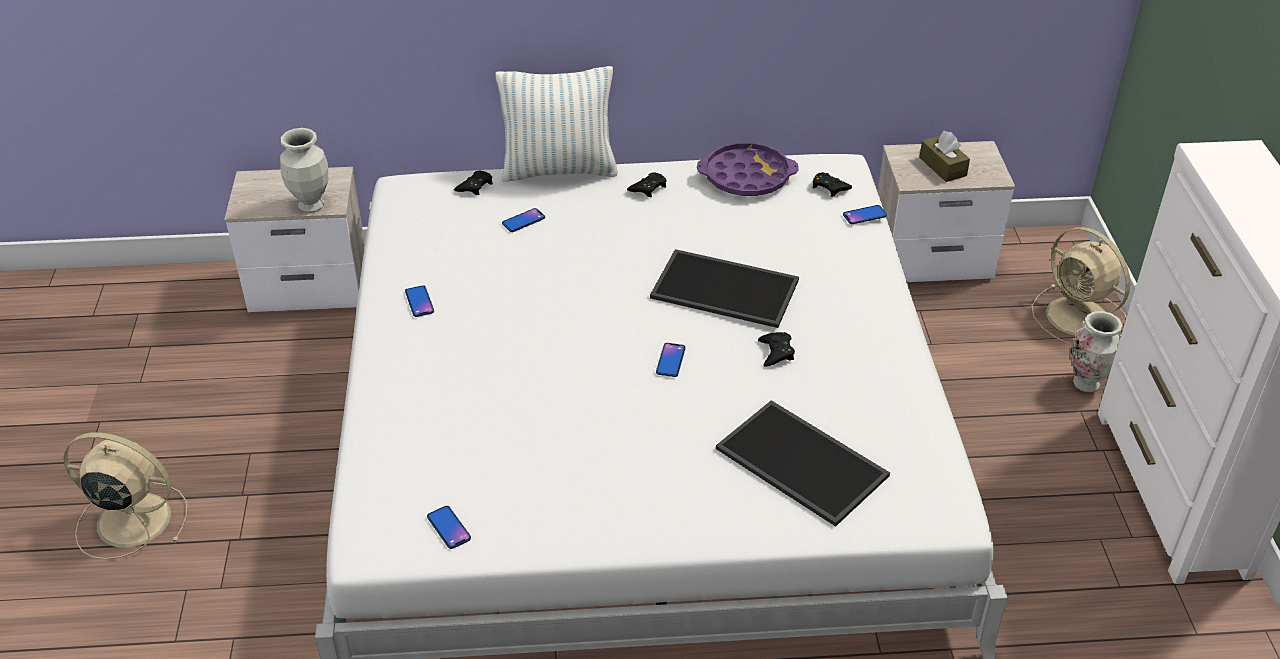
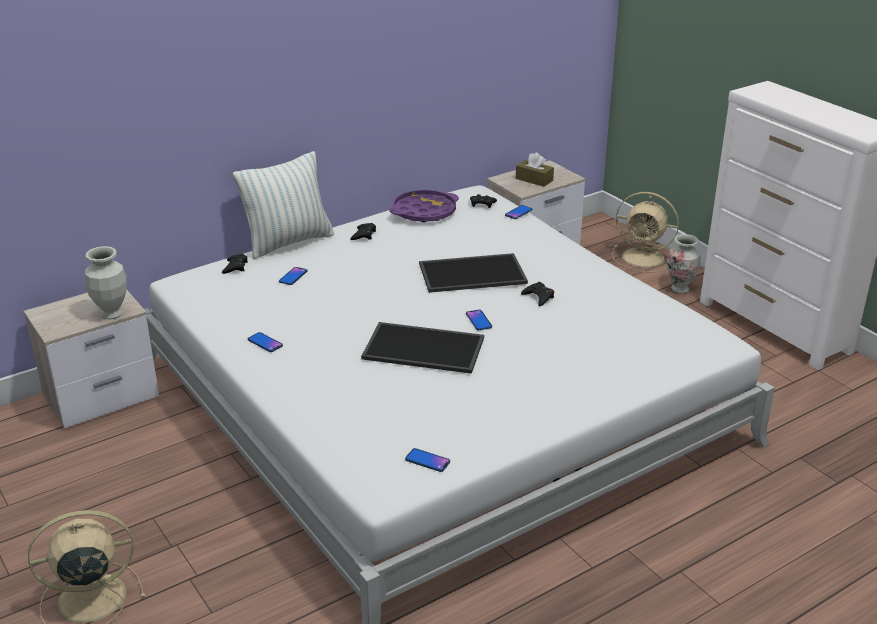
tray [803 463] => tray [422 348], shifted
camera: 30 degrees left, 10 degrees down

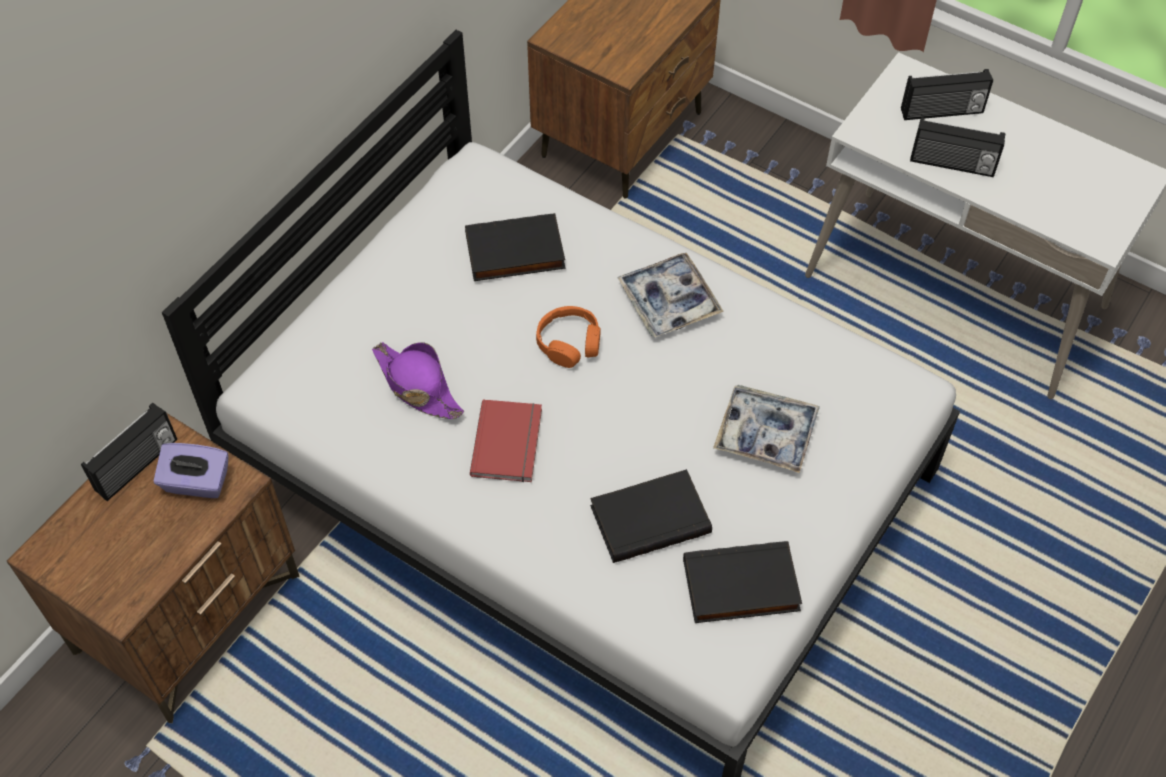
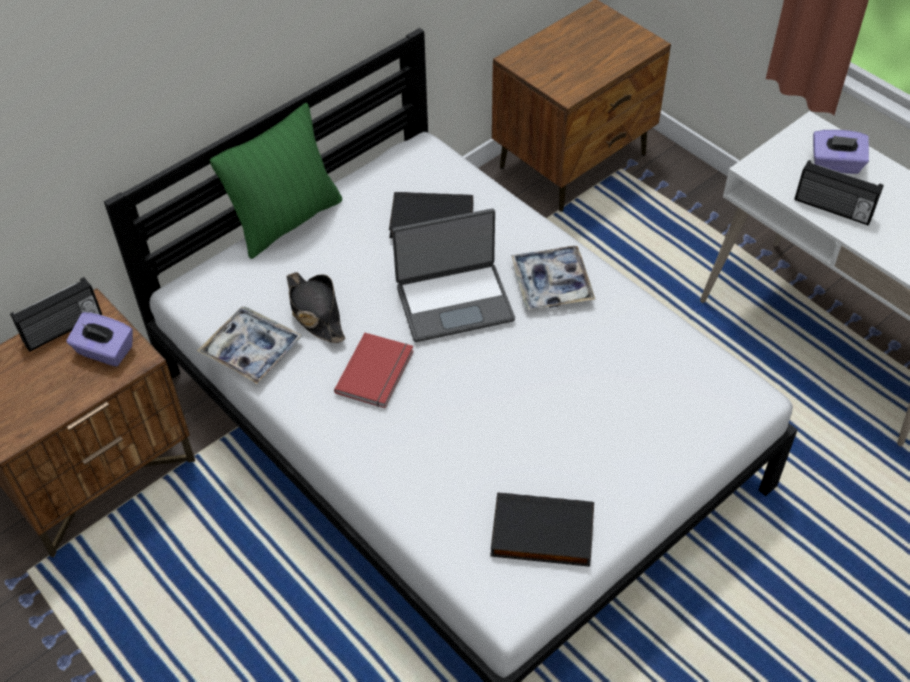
radio [947 94] => tissue box/purple [841 152]
headphones/orange [568 337] => laptop [453 275]
hat/purple [418 380] => hat/black [315 307]
tray [766 429] => tray [249 345], shifted
book/black [651 516] => nothing
nothing => pillow/green [276 181]
camera: 15 degrees right, 5 degrees down

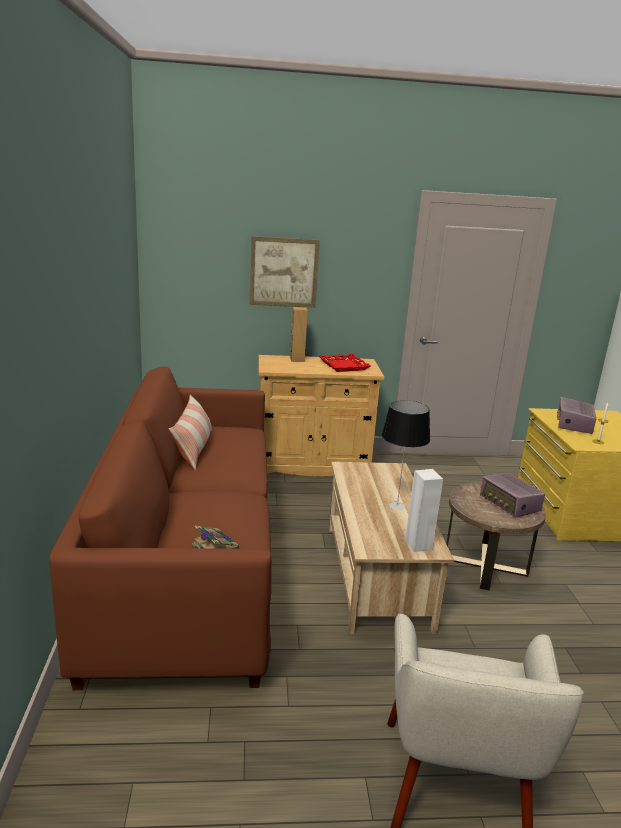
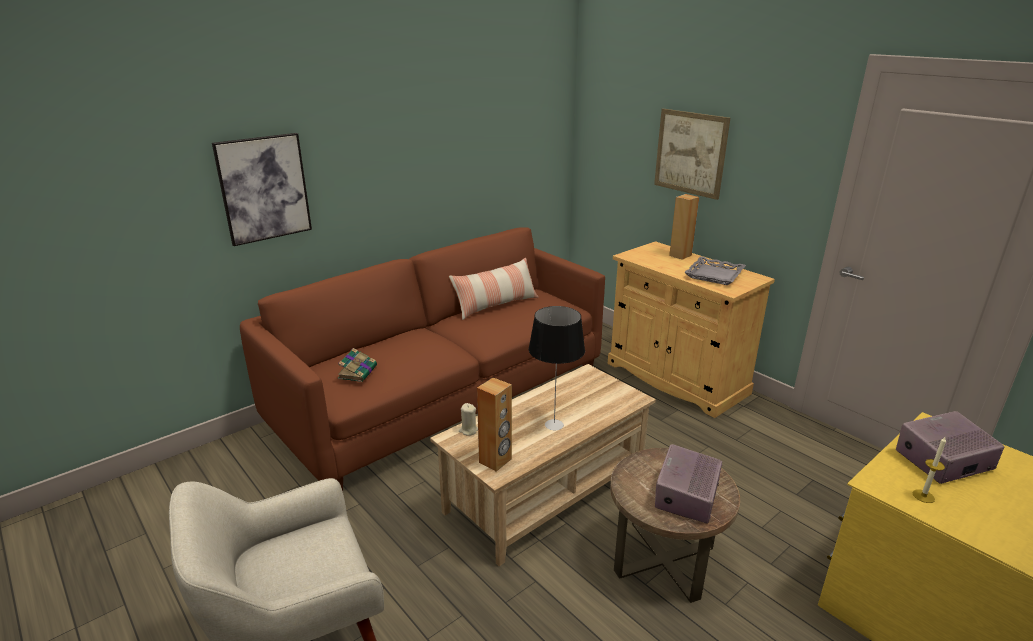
tray/red [345 363] => tray/grey [715 271]
speaker/white [424 510] => speaker/brown [494 425]
nothing => picture [262 189]
nothing => candle/beige [468 419]
camera: 55 degrees right, 5 degrees up

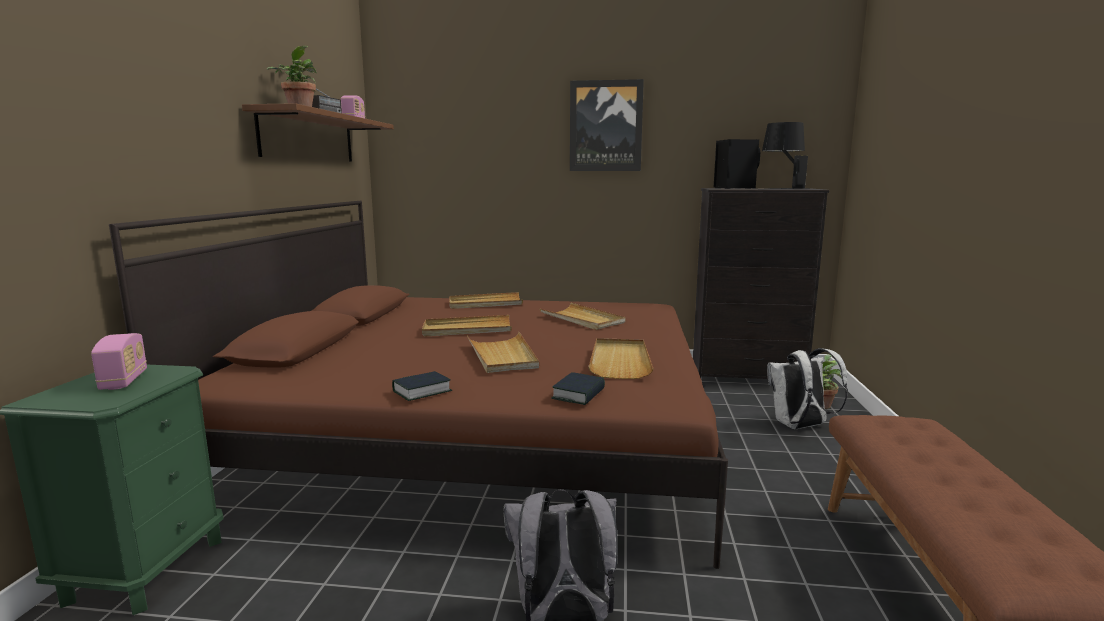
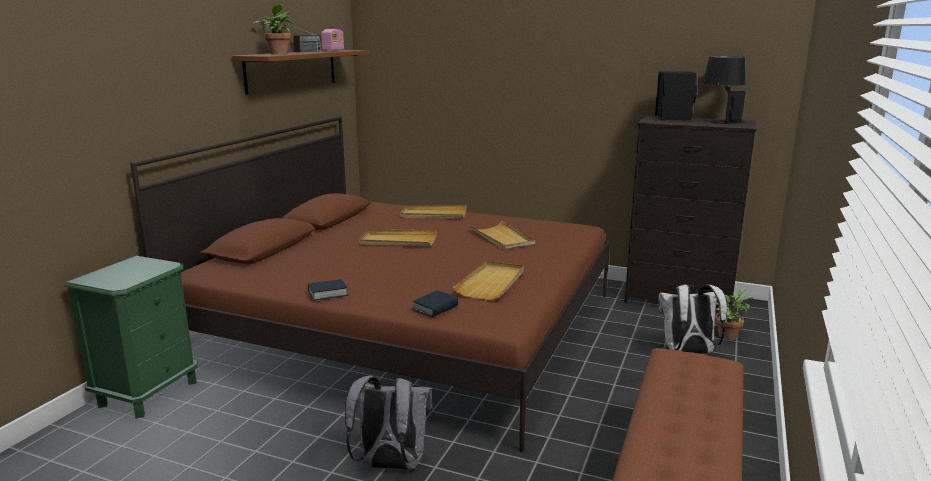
picture [607 125] => nothing
tray/beige [503 352] => nothing
radio [119 361] => nothing
camera: 15 degrees right, 5 degrees up

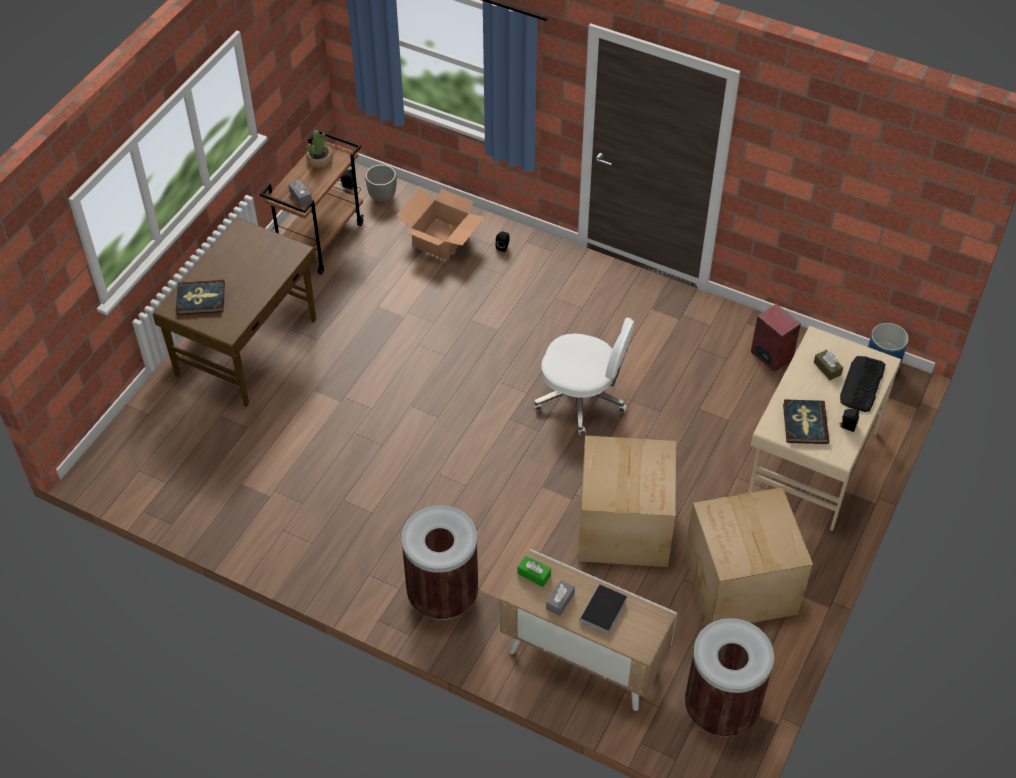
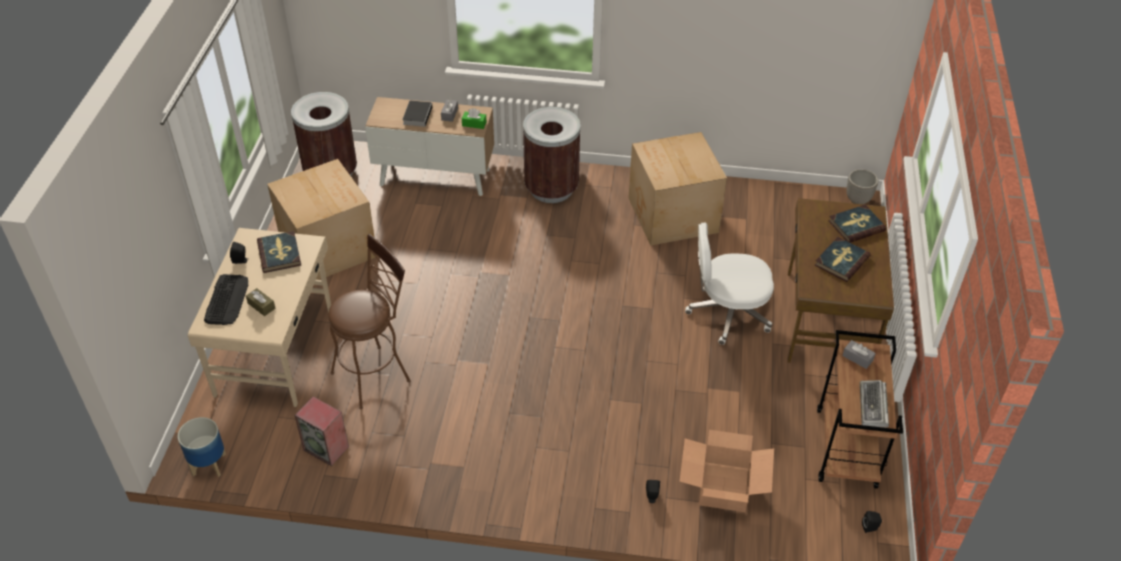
potted plant [319 149] => keyboard [874 404]
planter [380 183] => planter [862 186], shifted
office chair/white [584 376] => office chair/white [729 284], shifted
cardboard box [627 501] => cardboard box [677 189], shifted
nothing => stool/brown [369 321]
nothing => book [842 259]
camera: 160 degrees right, 5 degrees down

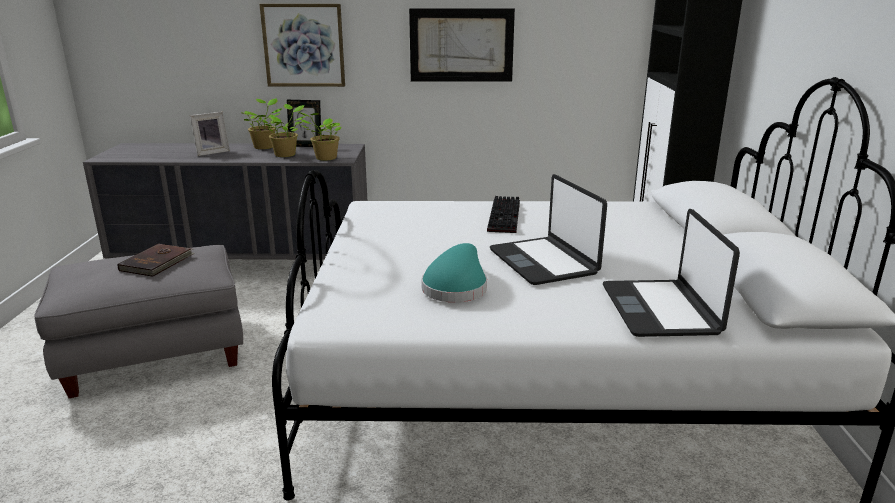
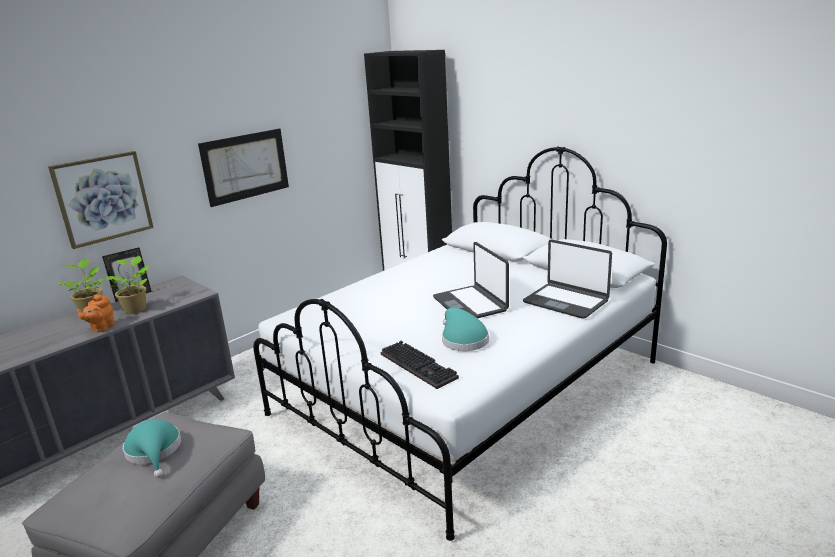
picture frame [210 134] => nothing
potted plant [320 136] => nothing
laptop [548 229] => laptop [471 280], 45 degrees clockwise
keyboard [503 214] => keyboard [420 365], shifted
book/brown [156 260] => hat/turquoise [152 448]
nothing => teapot/orange [95 312]
camera: 45 degrees left, 0 degrees up

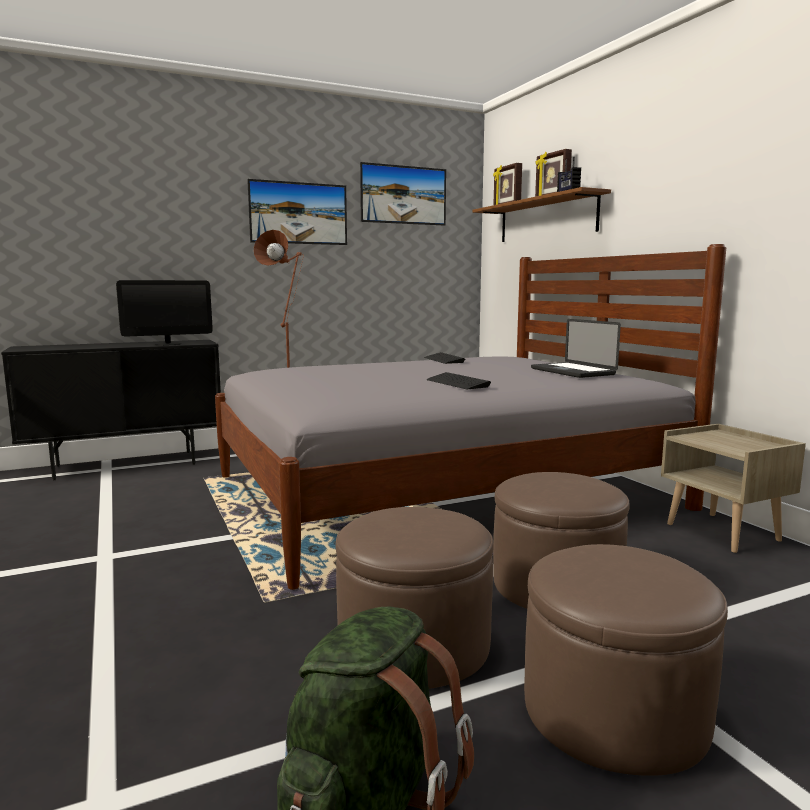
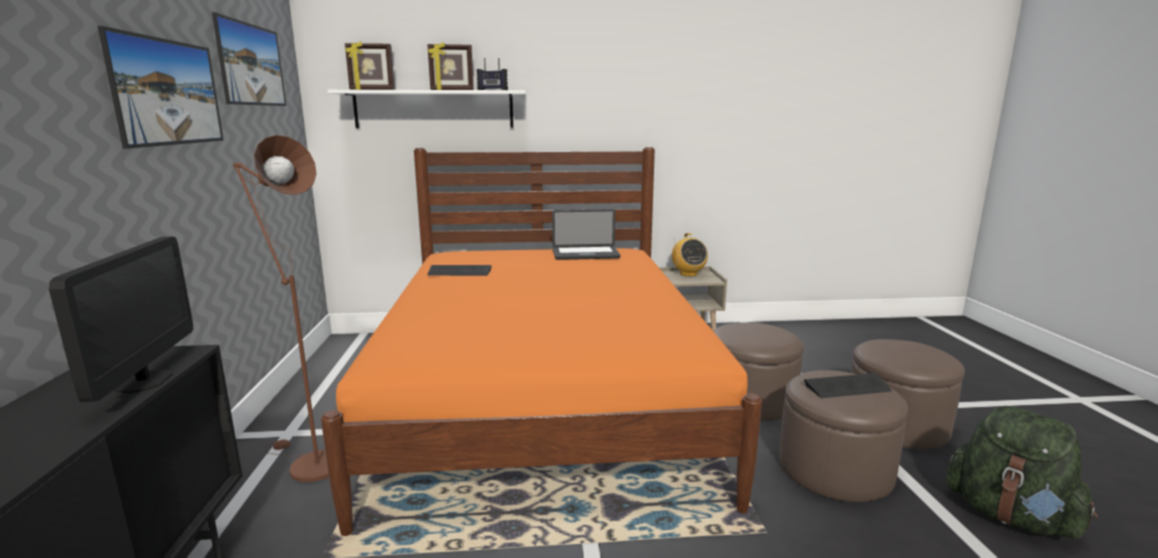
shelf/brown [541 214] => shelf/white [427 109]
bed/grey [470 417] => bed/orange [541 341]
keyboard [459 380] => keyboard [848 385], shifted
nothing => radio [690 254]
camera: 70 degrees left, 5 degrees up

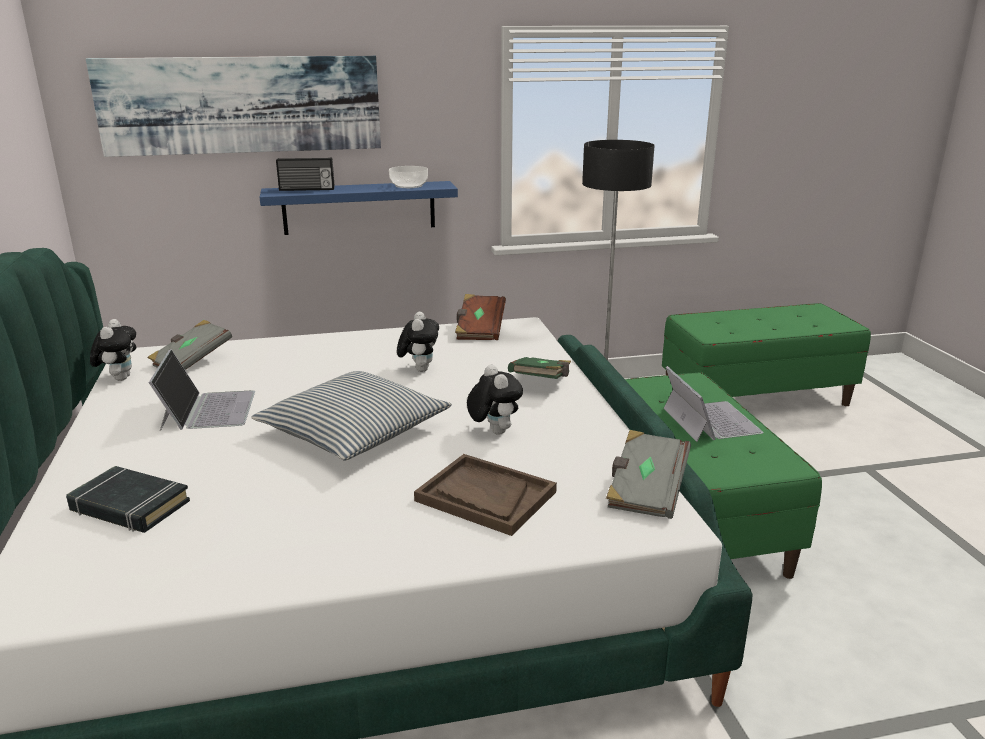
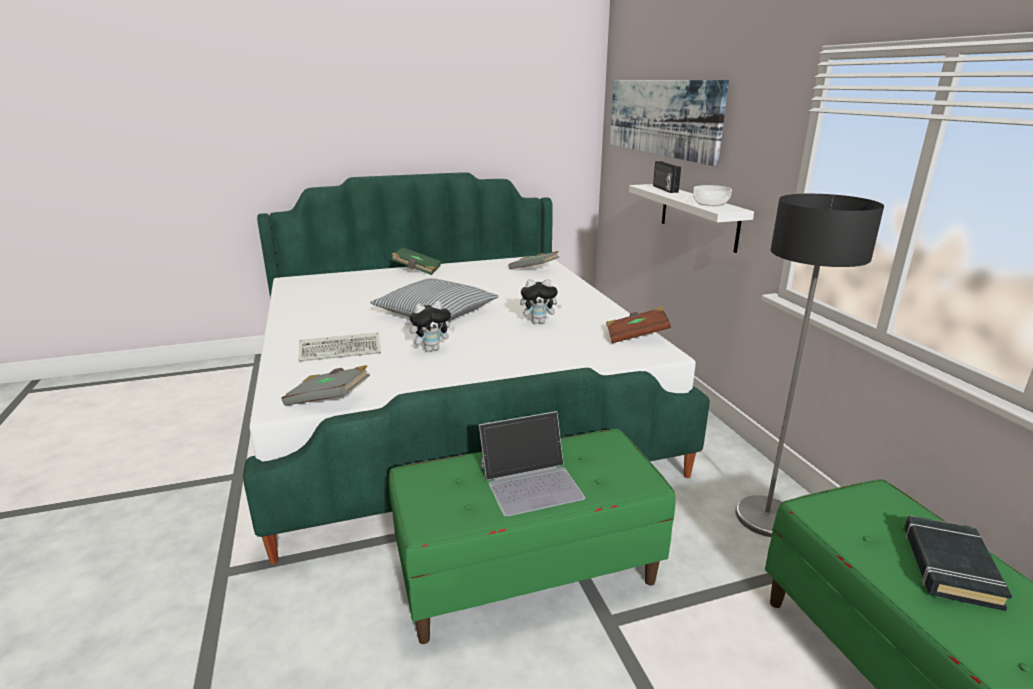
shelf/blue [359 208] => shelf/white [691 218]
plush toy [113 350] => nothing
laptop [202 390] => nothing
book/green [539 368] => book/green [416 261], shifted
tray/brown [485 495] => keyboard [340 346]
book/black [128 499] => book/black [958 563], shifted
camera: 85 degrees right, 0 degrees up

